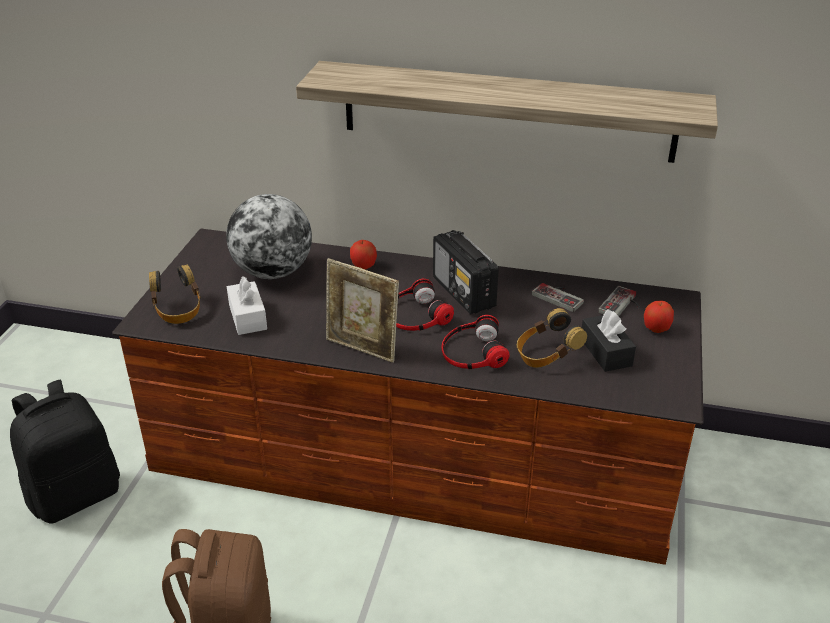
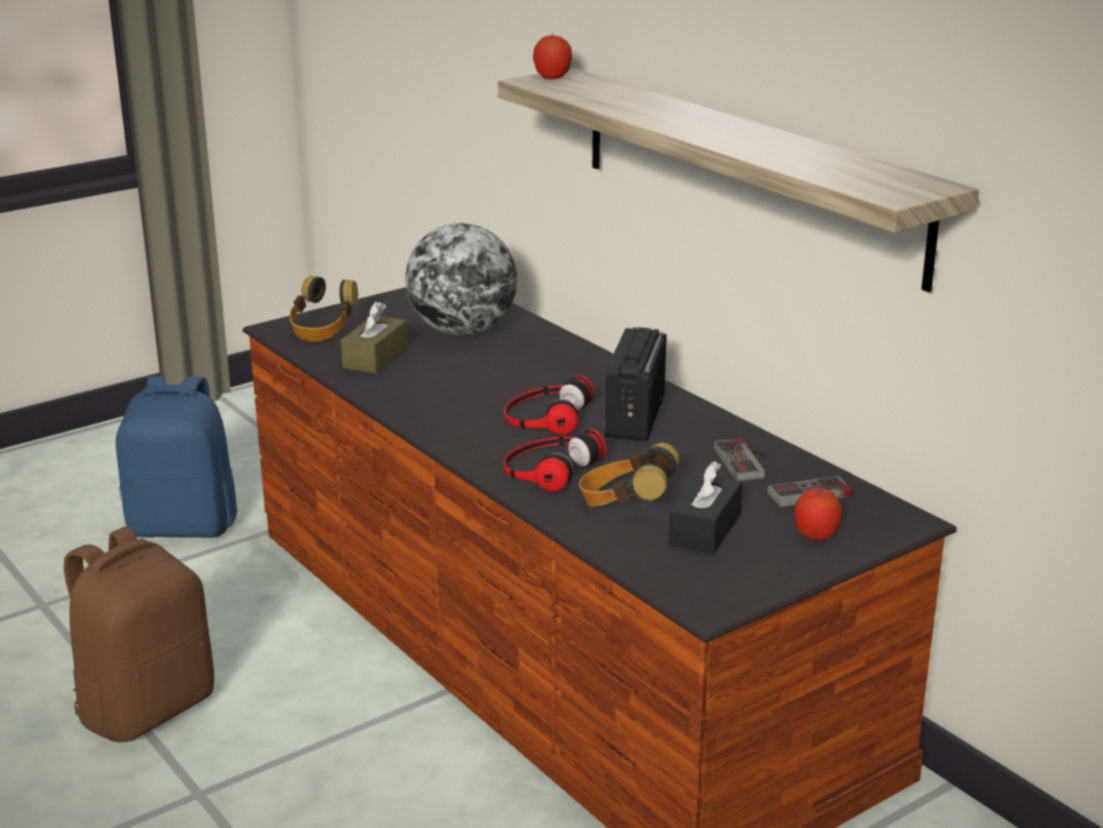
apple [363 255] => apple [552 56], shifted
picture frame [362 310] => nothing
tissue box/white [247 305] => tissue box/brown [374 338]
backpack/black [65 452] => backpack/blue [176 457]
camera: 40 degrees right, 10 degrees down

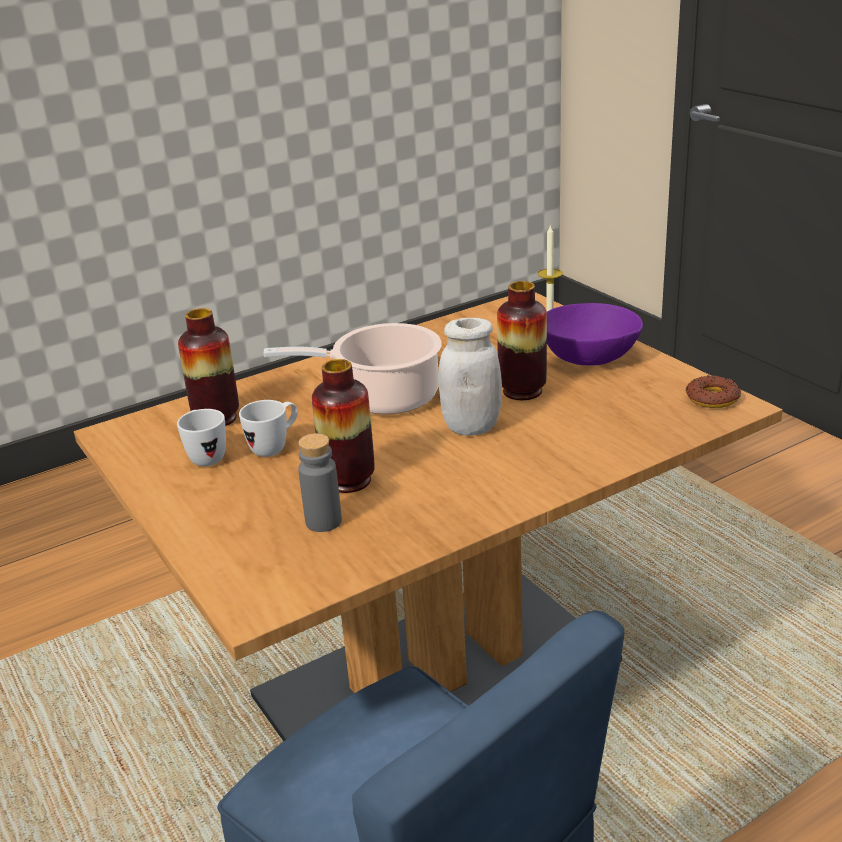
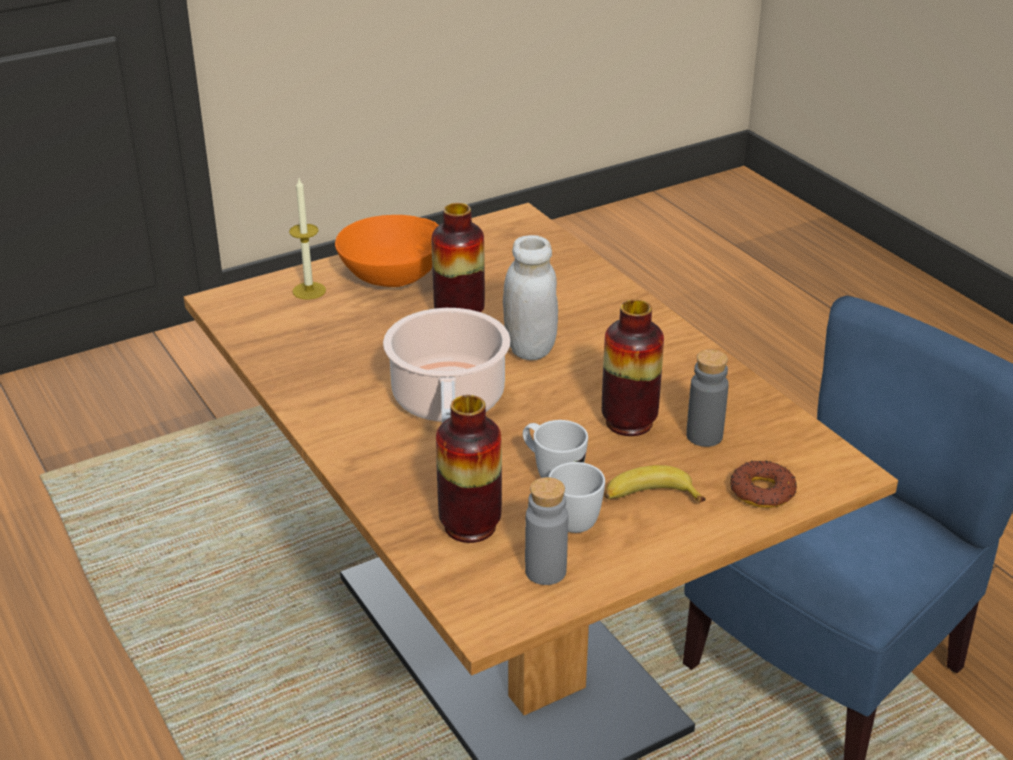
bowl/purple [595 334] => bowl/orange [387 251]
donut [713 391] => donut [763 484], shifted
nothing => banana [655 483]
nothing => bottle/grey [546 531]
camera: 90 degrees left, 5 degrees up

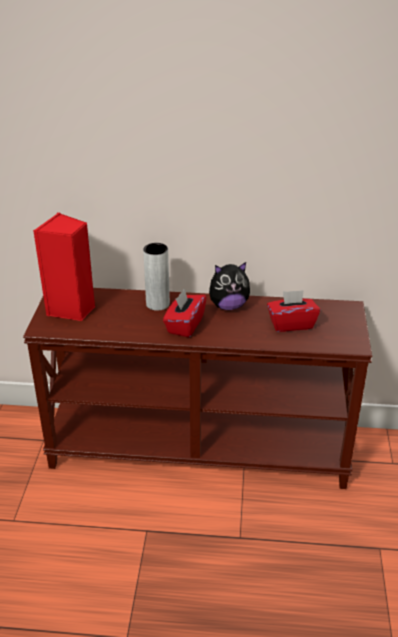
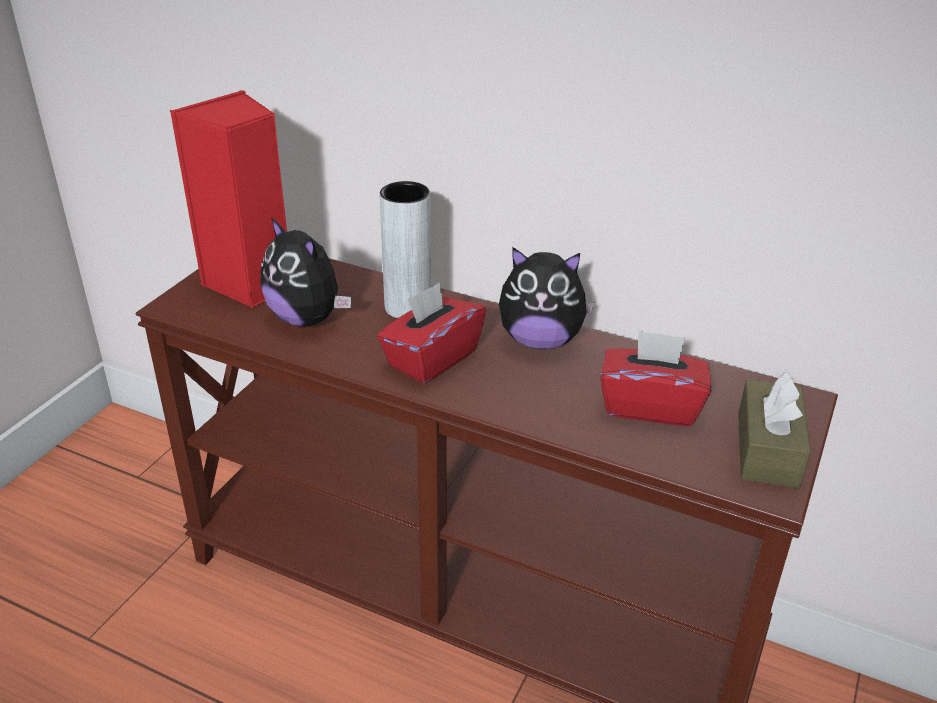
nothing => plush toy [305 272]
nothing => tissue box/brown [774 430]
camera: 20 degrees right, 0 degrees up

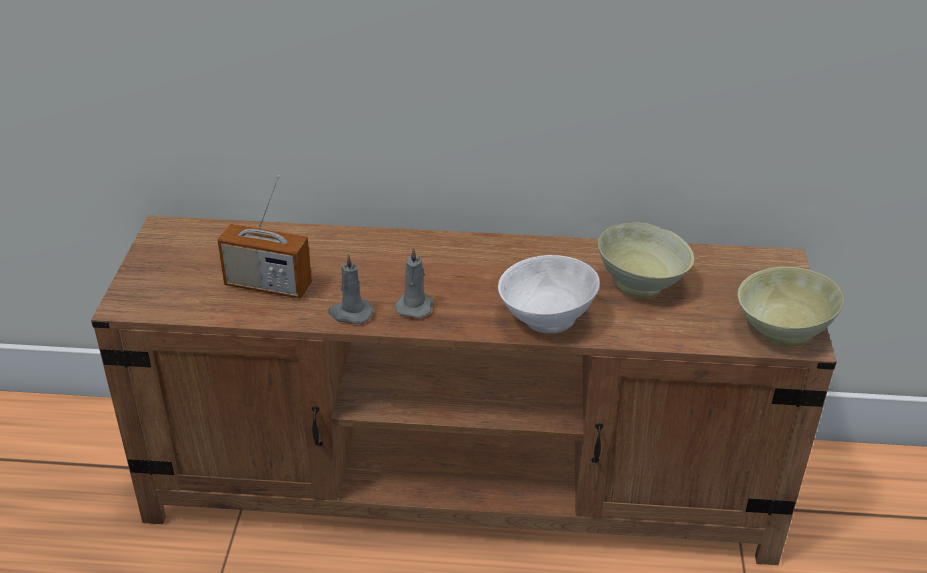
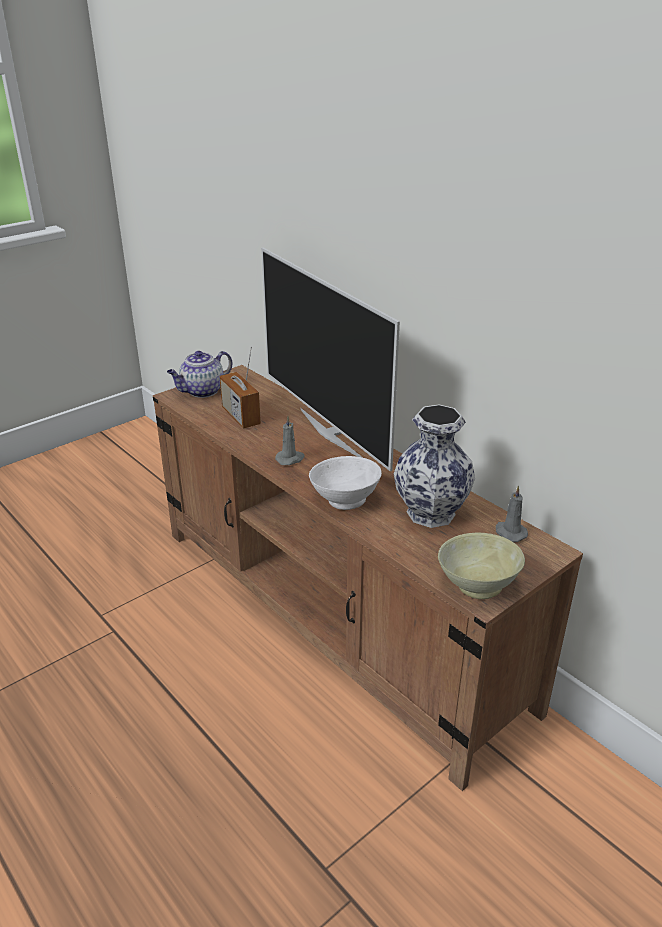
bowl/beige [646 260] => vase [434 466]
candle/grey [350 289] => candle/grey [512 513], shifted
nothing => television [330 359]
nothing => teapot [200 374]
camera: 45 degrees right, 5 degrees down

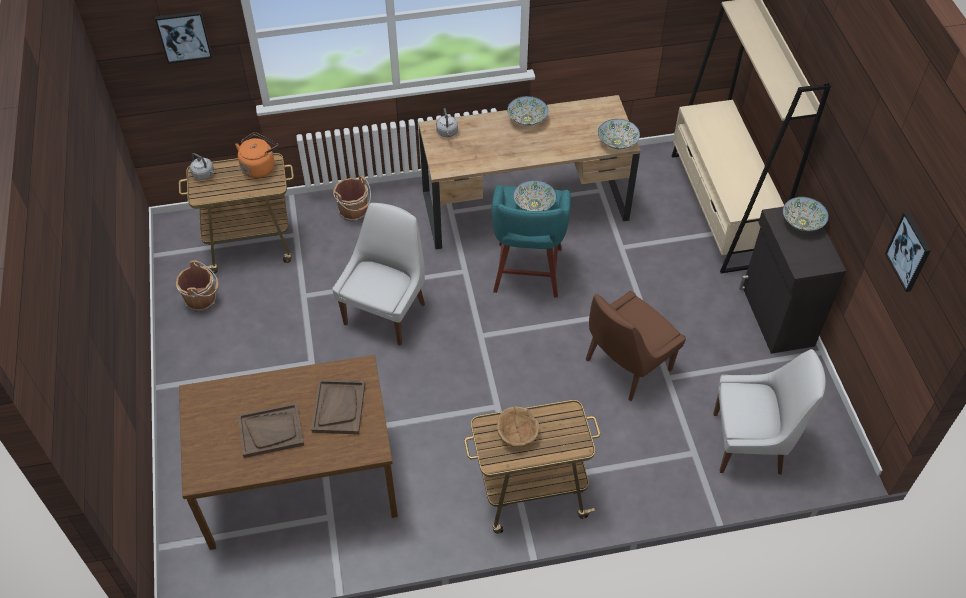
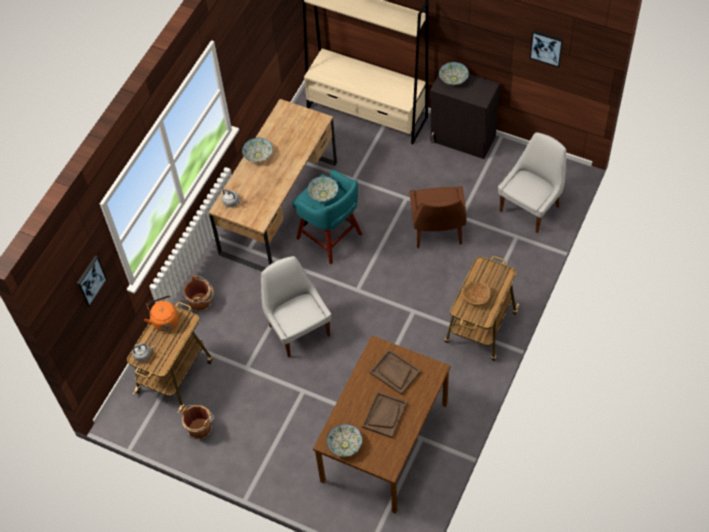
bowl [619 134] => bowl [344 440], shifted
camera: 50 degrees left, 5 degrees up

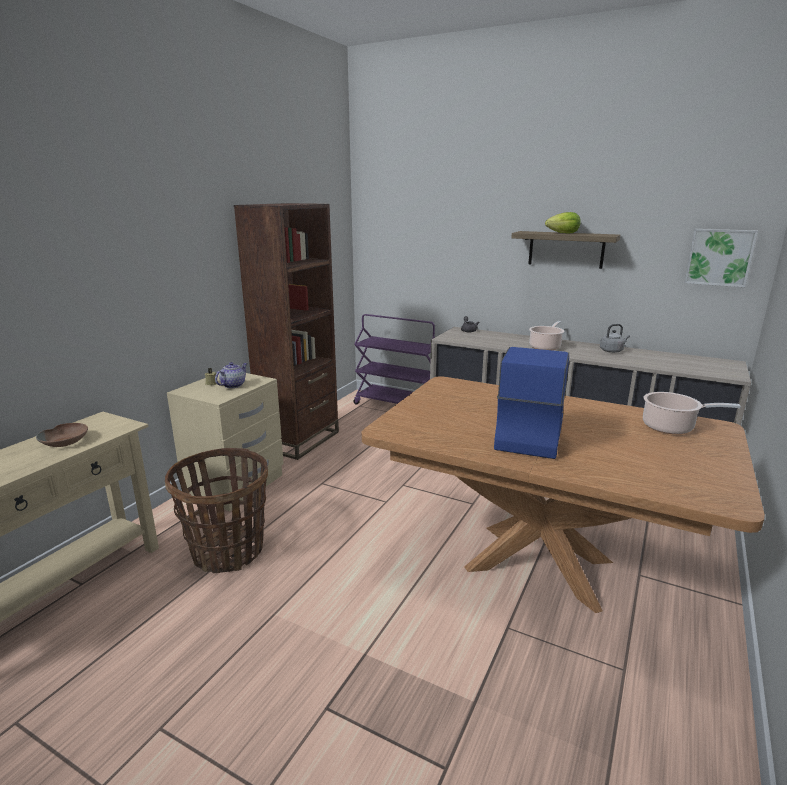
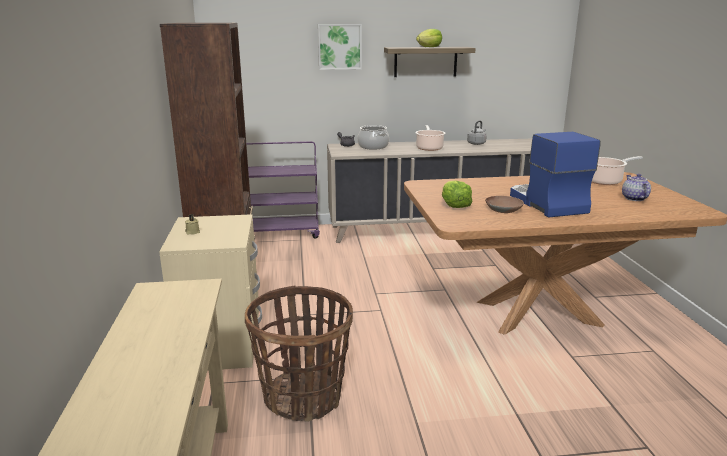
picture [721 258] => picture [340 47], shifted
teapot [231 375] => teapot [636 187], shifted
bowl/brown [62 435] => bowl/brown [504 204], shifted
nothing => cooking pot [373 137]
nothing => lettuce [457 194]
camera: 35 degrees left, 0 degrees up

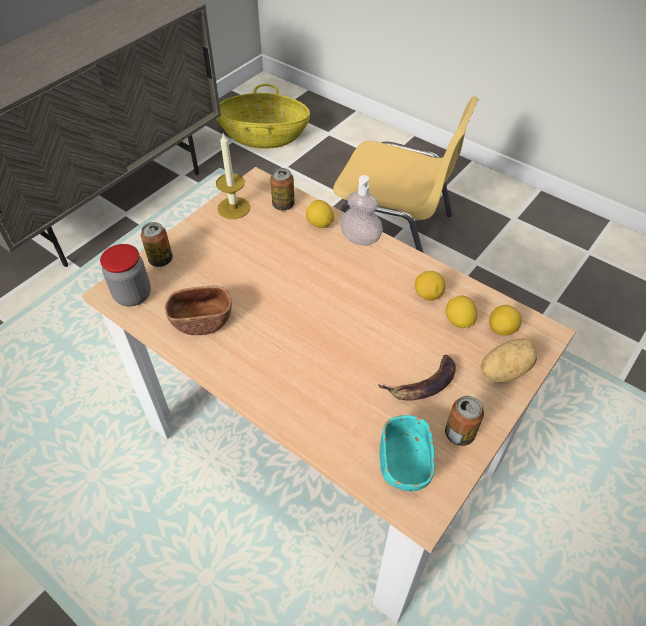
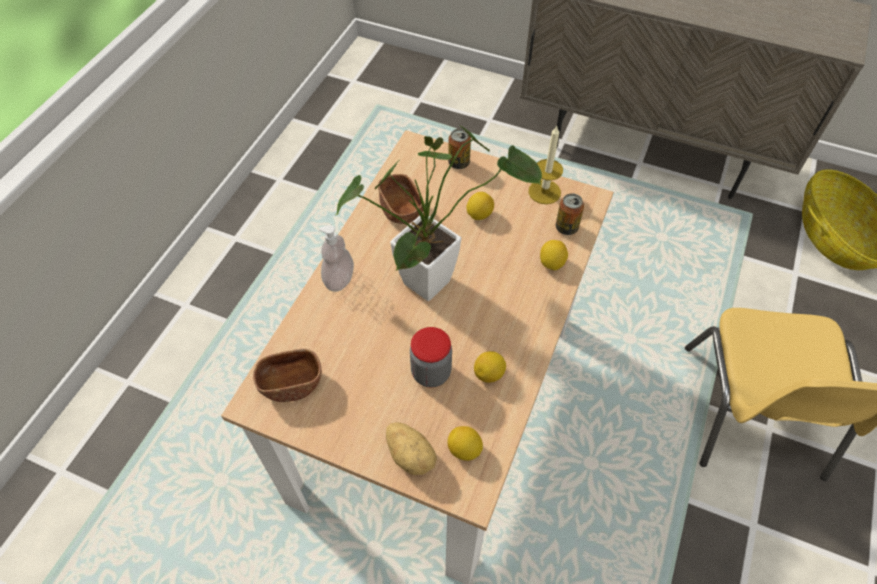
soap dispenser [361 210] => soap dispenser [336 258], shifted
jar [125 275] => jar [431 357], shifted
lemon [461 311] => lemon [480 206], shifted
banana [417 377] => nothing
can [464 421] => nothing
bowl/turquoise [407 453] => bowl/brown [287 375]
nothing => potted plant [439 213]
camera: 75 degrees right, 5 degrees up

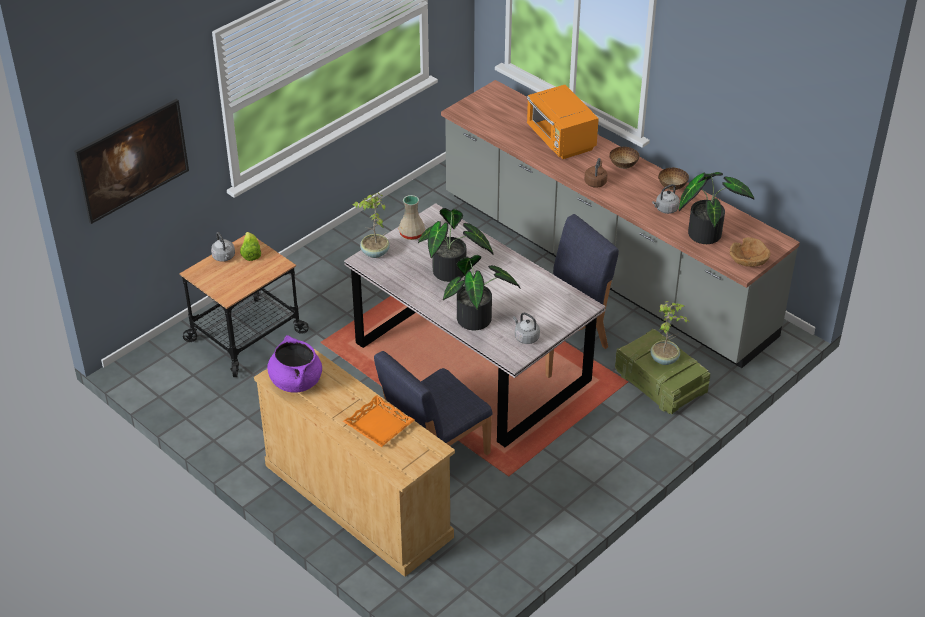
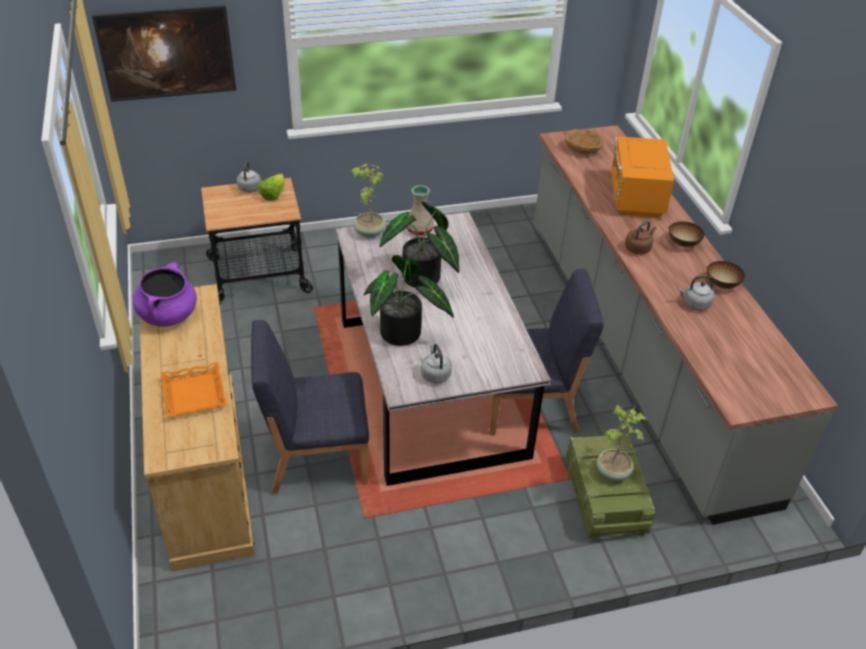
potted plant [716 208] => nothing
bowl/brown [750 252] => bowl/brown [584 141], shifted
camera: 30 degrees right, 0 degrees up

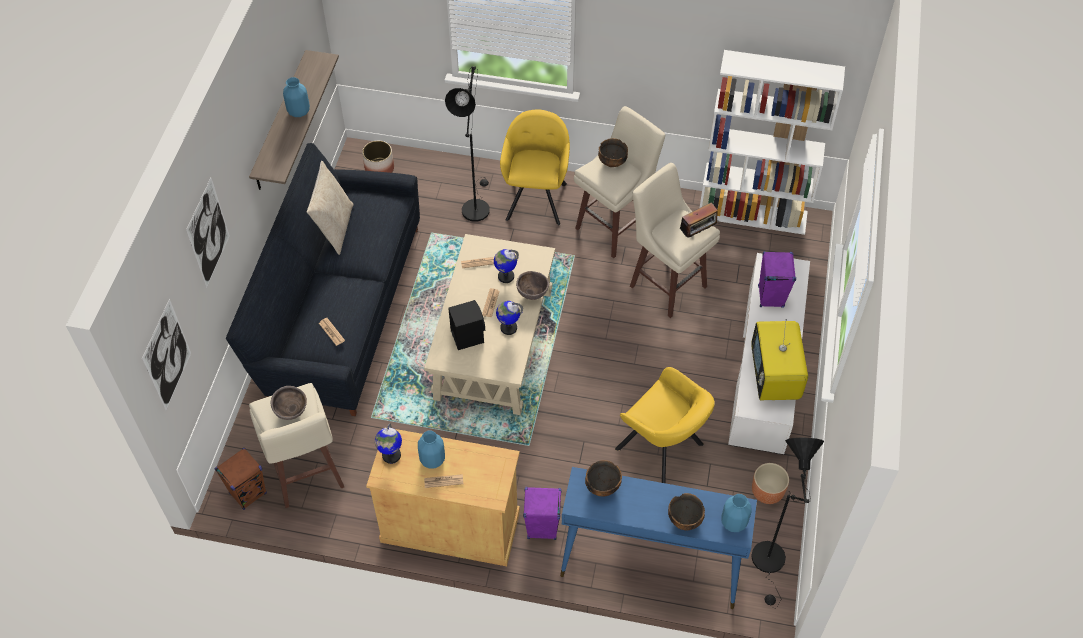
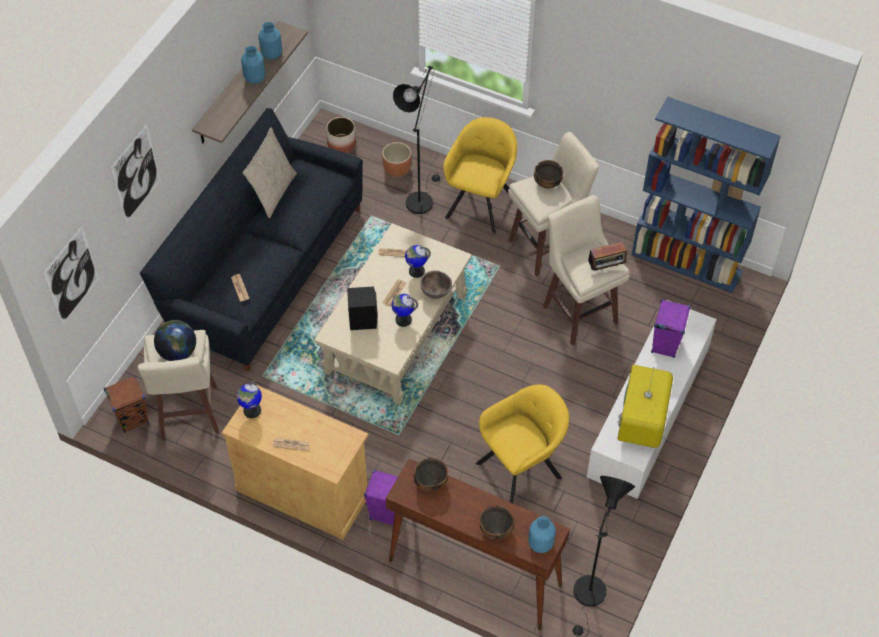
bookcase/white [772 142] => bookcase/blue [706 195]
armchair/yellow [665 425] => armchair/yellow [522 443], 90 degrees counterclockwise
bowl/brown [288 403] => globe [175 340]
vase/blue [431 450] => vase/blue [270 41], shifted
planter/brown [770 483] => planter/brown [396 159], shifted
console table/blue [658 538] => console table/brown [478 544]
camera: 15 degrees right, 0 degrees up

